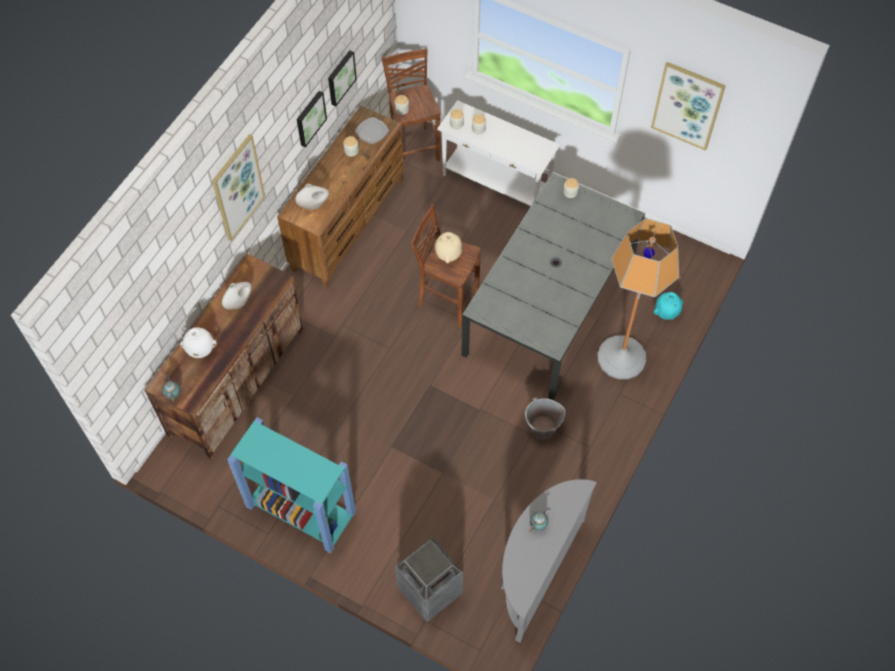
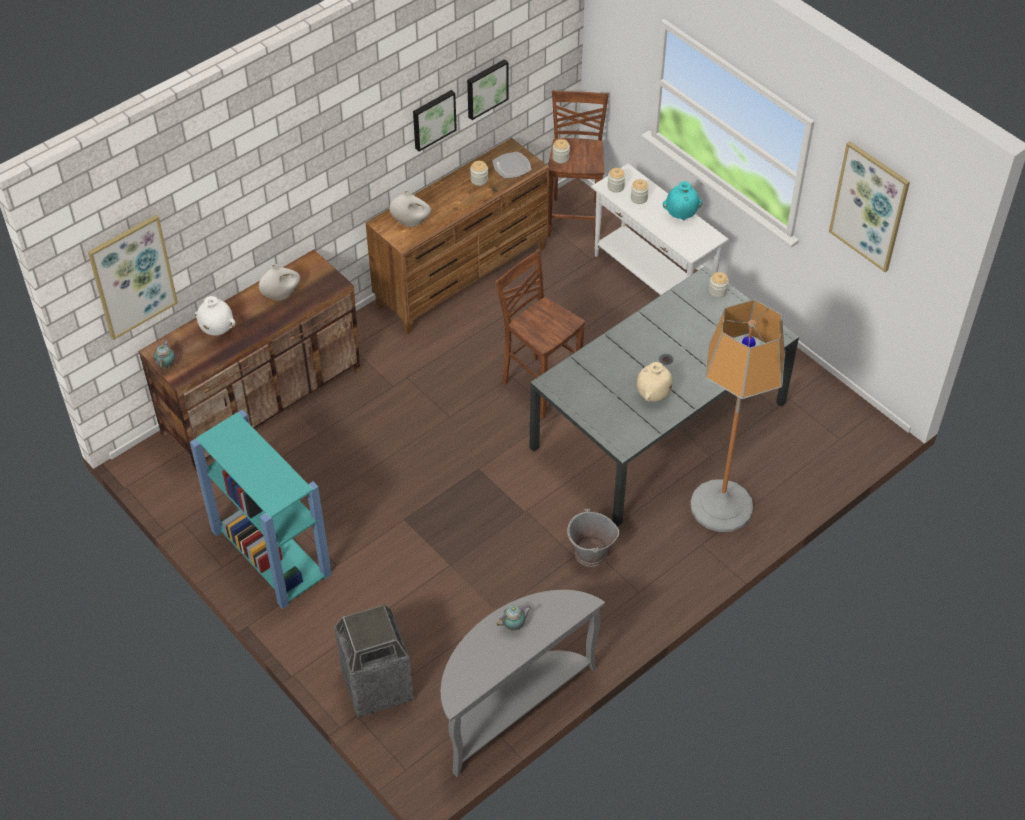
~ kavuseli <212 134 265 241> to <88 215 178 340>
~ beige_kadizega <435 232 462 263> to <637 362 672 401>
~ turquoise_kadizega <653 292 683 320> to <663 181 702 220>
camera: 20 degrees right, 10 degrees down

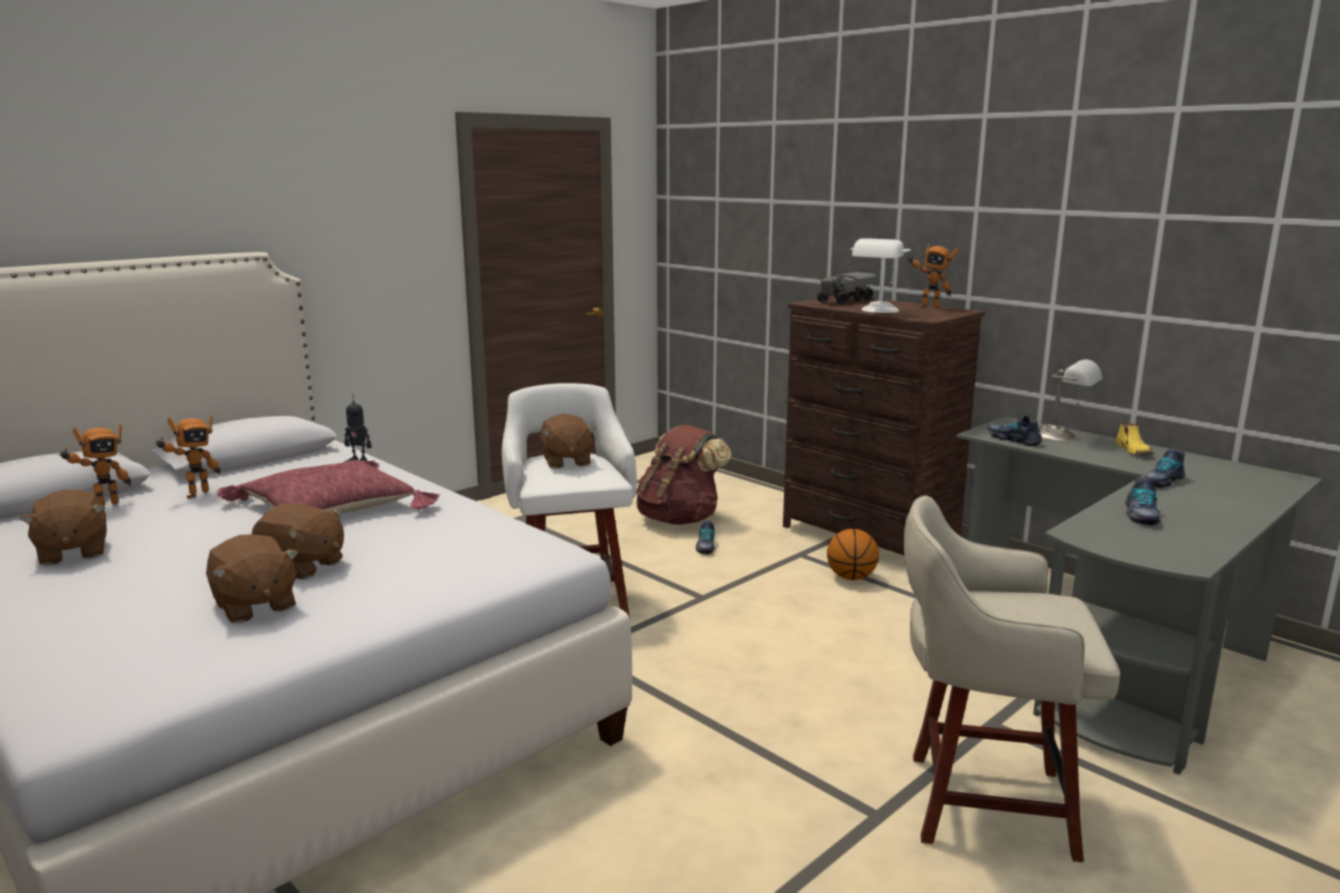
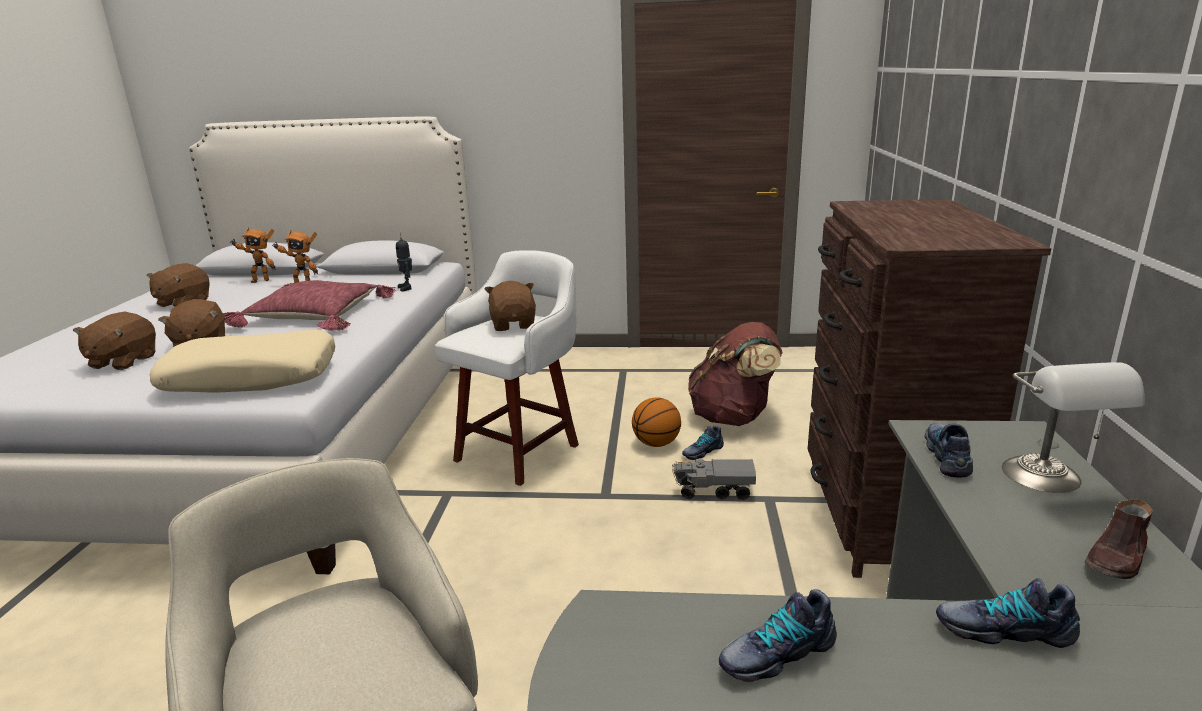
+ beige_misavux <150 330 335 393>
~ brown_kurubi <540 414 596 469> = <485 281 536 331> 135 degrees clockwise
~ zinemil <827 529 879 580> to <632 397 681 447>
~ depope <817 272 876 305> to <672 459 756 500>
~ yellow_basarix <1115 422 1153 455> to brown_basarix <1085 500 1153 579>
- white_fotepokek <850 238 911 313>
- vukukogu <907 244 960 308>
camera: 50 degrees right, 5 degrees up

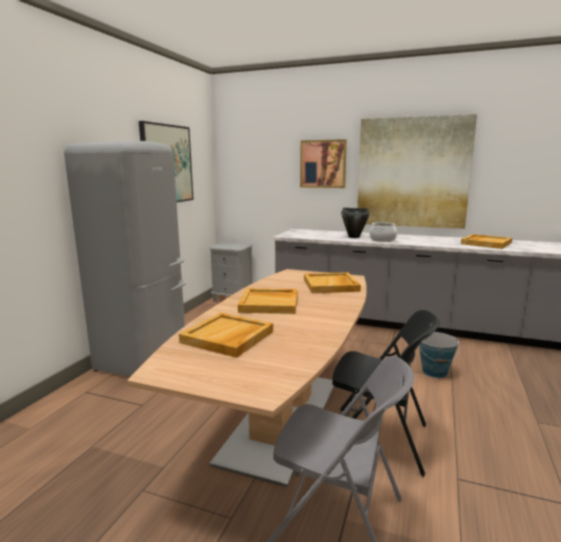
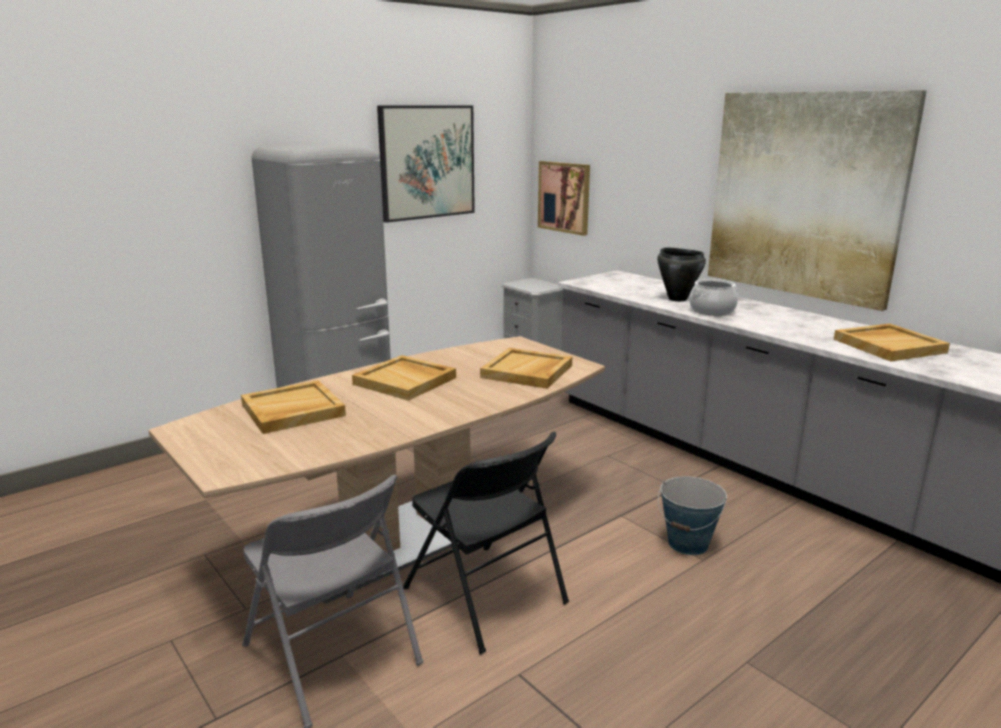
~ kavuseli <300 139 347 188> to <538 161 590 236>
camera: 30 degrees right, 5 degrees up

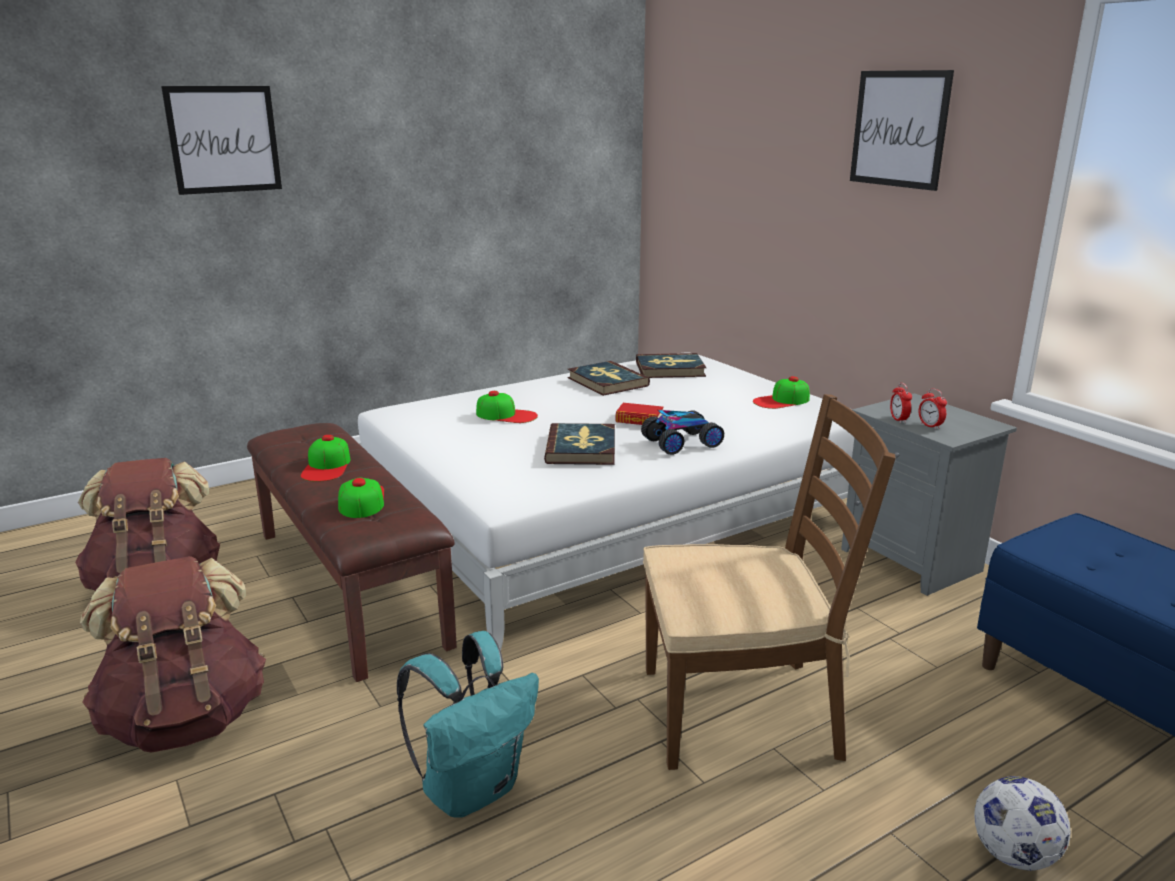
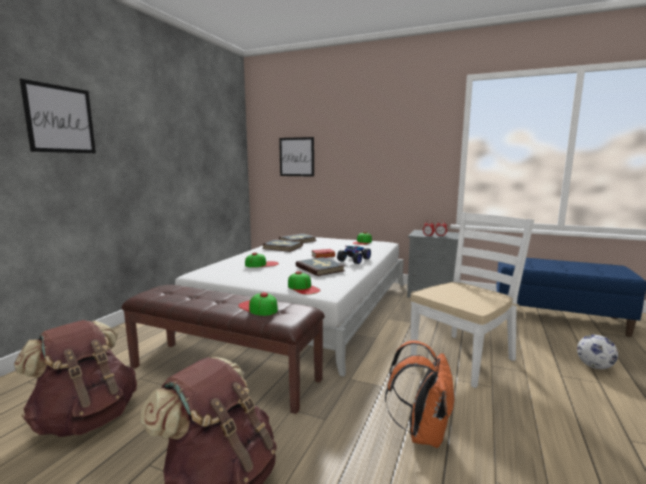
~ kavuseli <850 70 954 191> to <279 137 314 177>
~ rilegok <301 435 350 482> to <288 271 320 295>
~ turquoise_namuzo <397 631 539 817> to orange_namuzo <385 340 455 448>
~ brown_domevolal <643 394 896 770> to white_domevolal <410 212 534 388>
camera: 35 degrees left, 10 degrees down

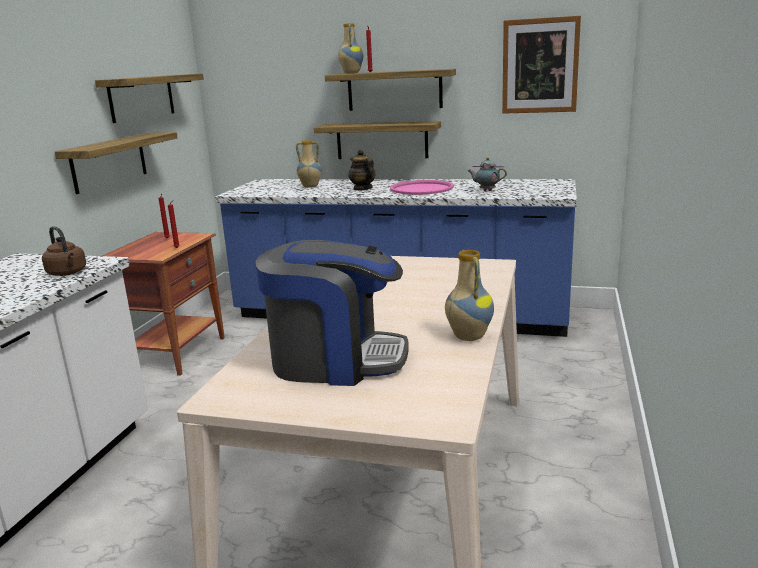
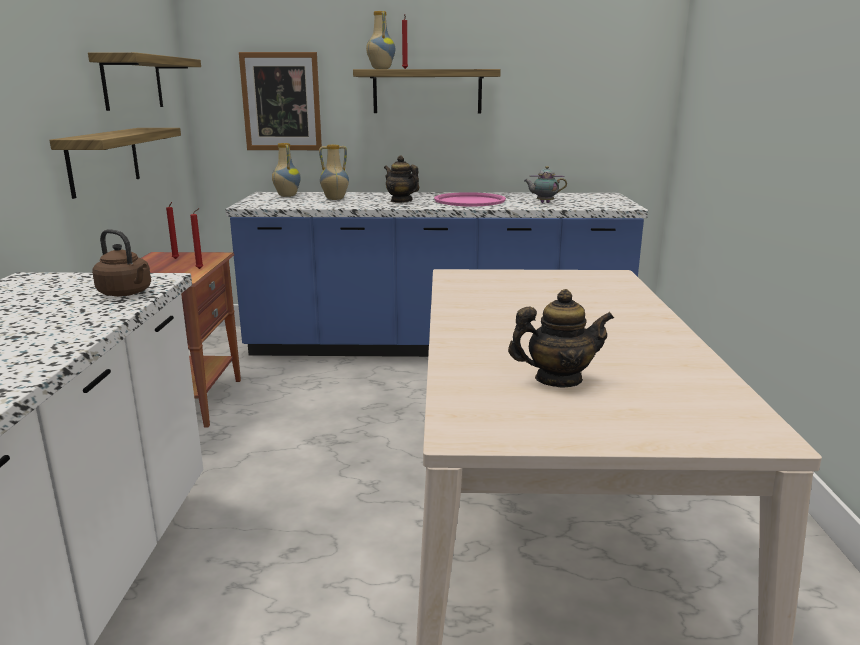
~ kavuseli <502 16 581 114> to <239 52 322 150>
~ kadizega <445 250 494 341> to <272 143 301 197>
~ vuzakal <255 240 409 386> to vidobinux <508 289 614 387>
- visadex <314 121 441 159>
camera: 15 degrees left, 0 degrees up

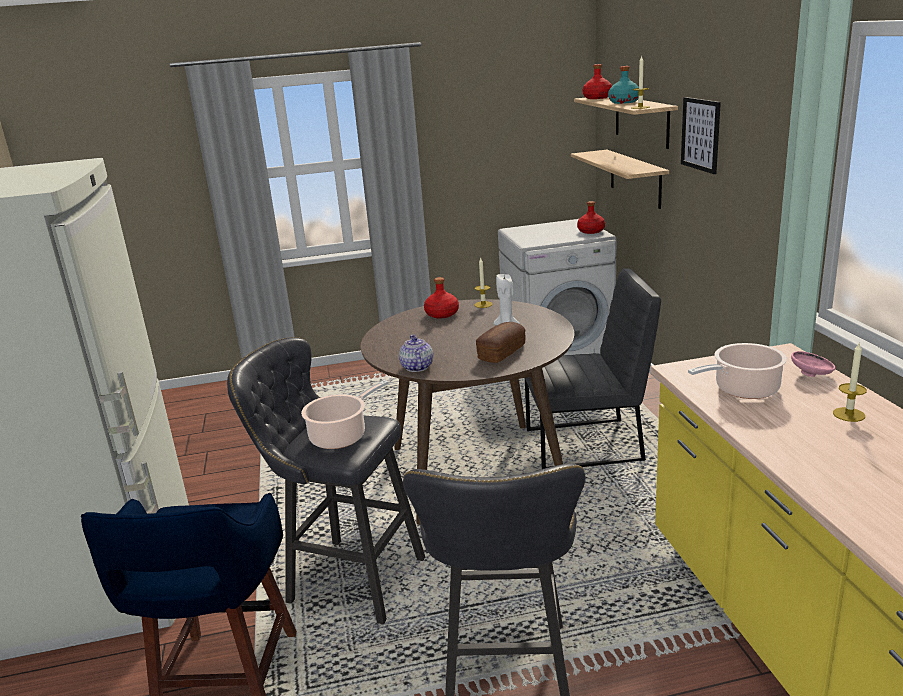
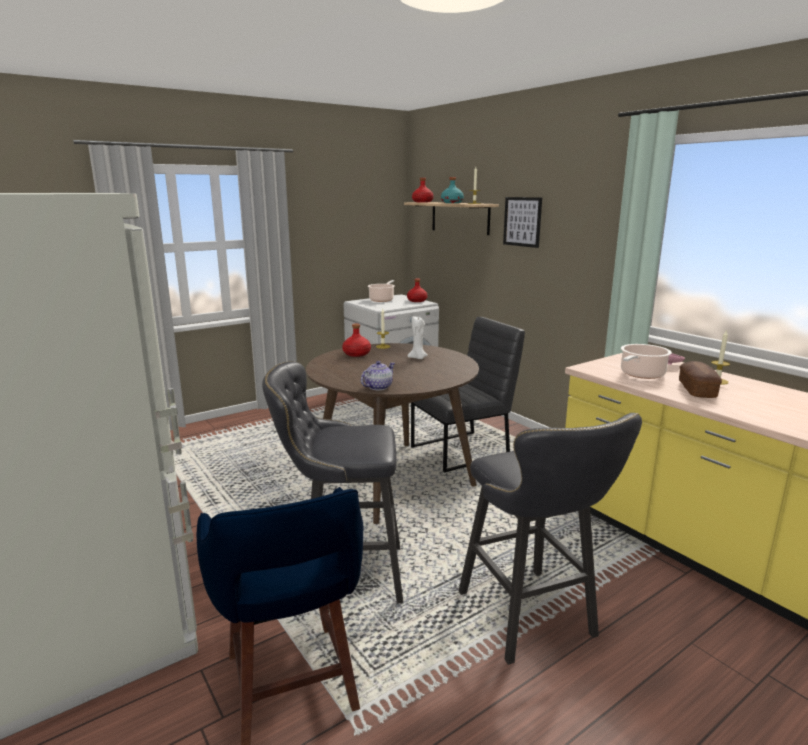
~ vidobinux <399 335 433 372> = <361 361 395 390> 75 degrees clockwise
~ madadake <301 380 389 449> to <368 280 395 302>
~ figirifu <476 322 526 363> to <679 361 722 398>
- visadex <571 150 669 209>
camera: 25 degrees left, 5 degrees down

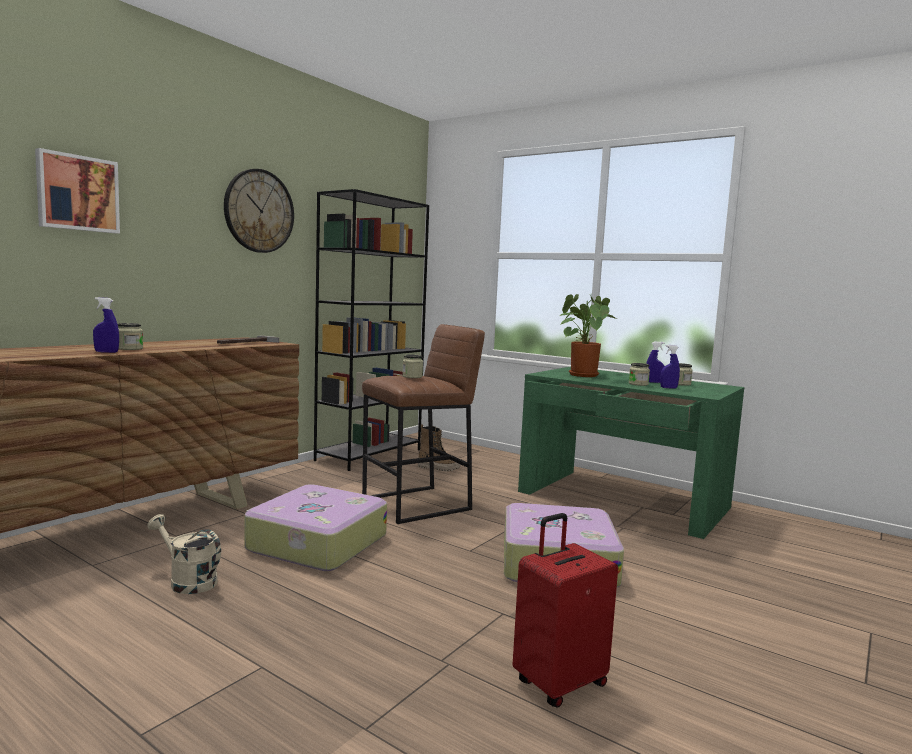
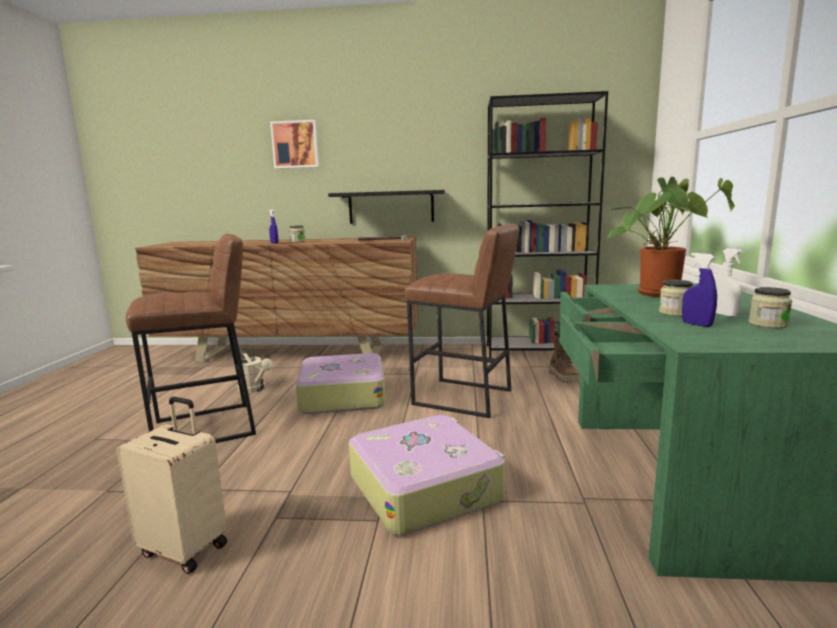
~ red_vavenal <513 513 618 708> to beige_vavenal <117 397 227 574>
+ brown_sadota <126 234 256 443>
~ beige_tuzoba <148 514 221 594> = <237 350 273 393> 135 degrees clockwise
+ black_visadex <328 190 445 224>
~ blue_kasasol <646 342 665 383> to white_kasasol <715 248 744 317>
- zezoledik <224 169 294 253>
- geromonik <402 354 423 378>
camera: 60 degrees right, 5 degrees up

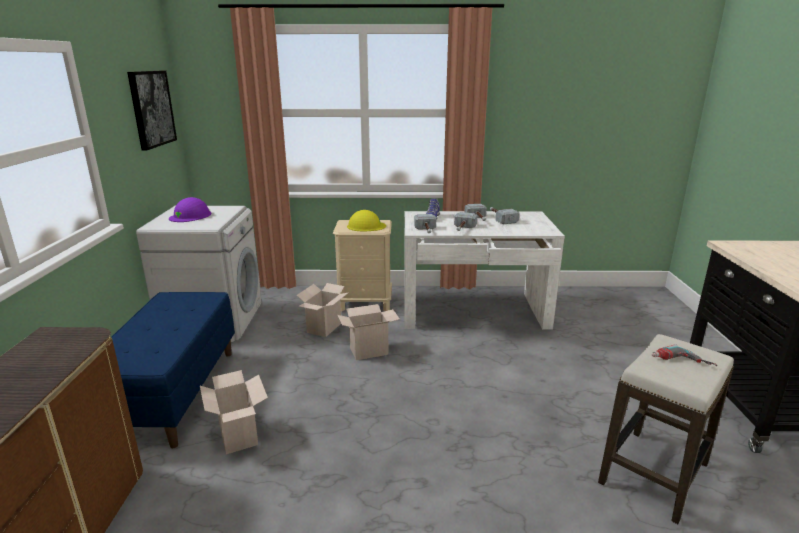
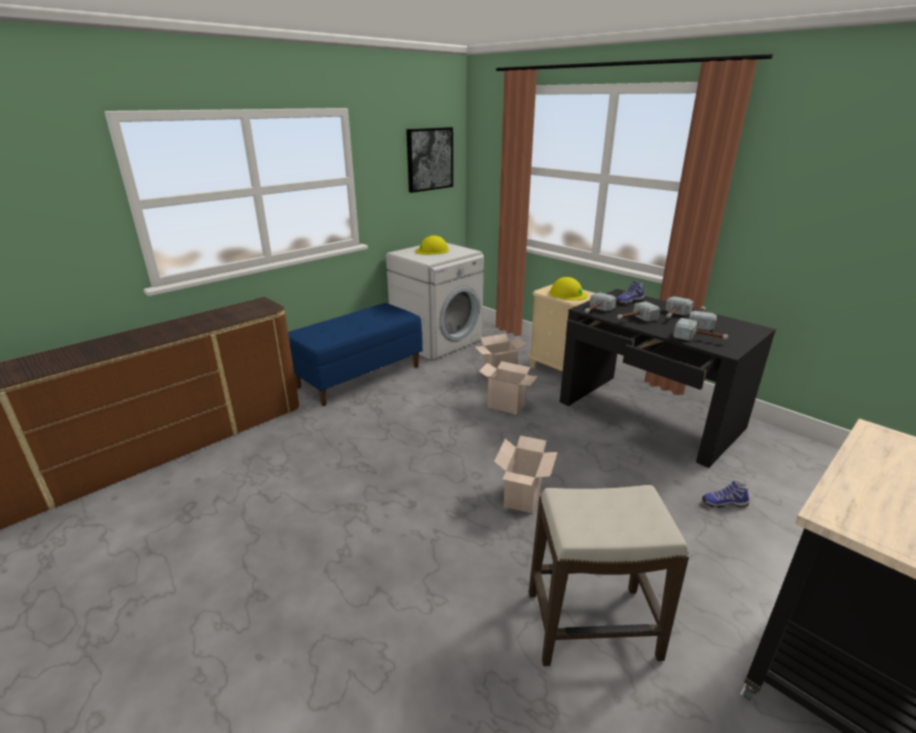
~ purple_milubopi <169 197 211 222> to yellow_milubopi <415 235 449 255>
~ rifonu <200 370 268 454> to <494 436 558 514>
~ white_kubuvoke <404 211 565 330> to black_kubuvoke <560 289 776 468>
+ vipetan <673 318 728 340>
+ basarix <702 481 749 508>
- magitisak <652 344 718 366>
camera: 45 degrees right, 5 degrees up

